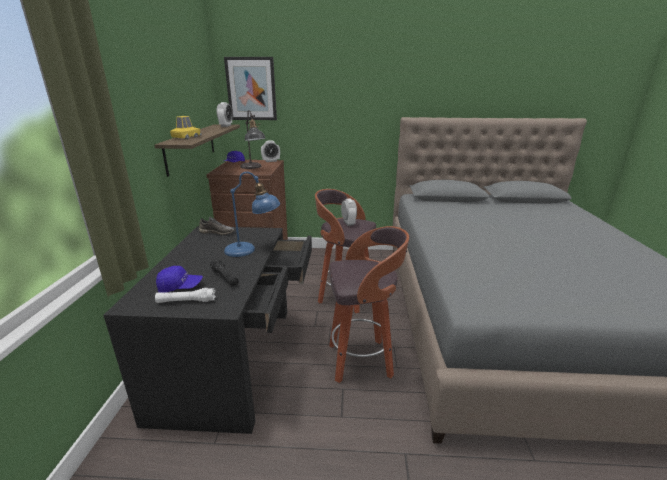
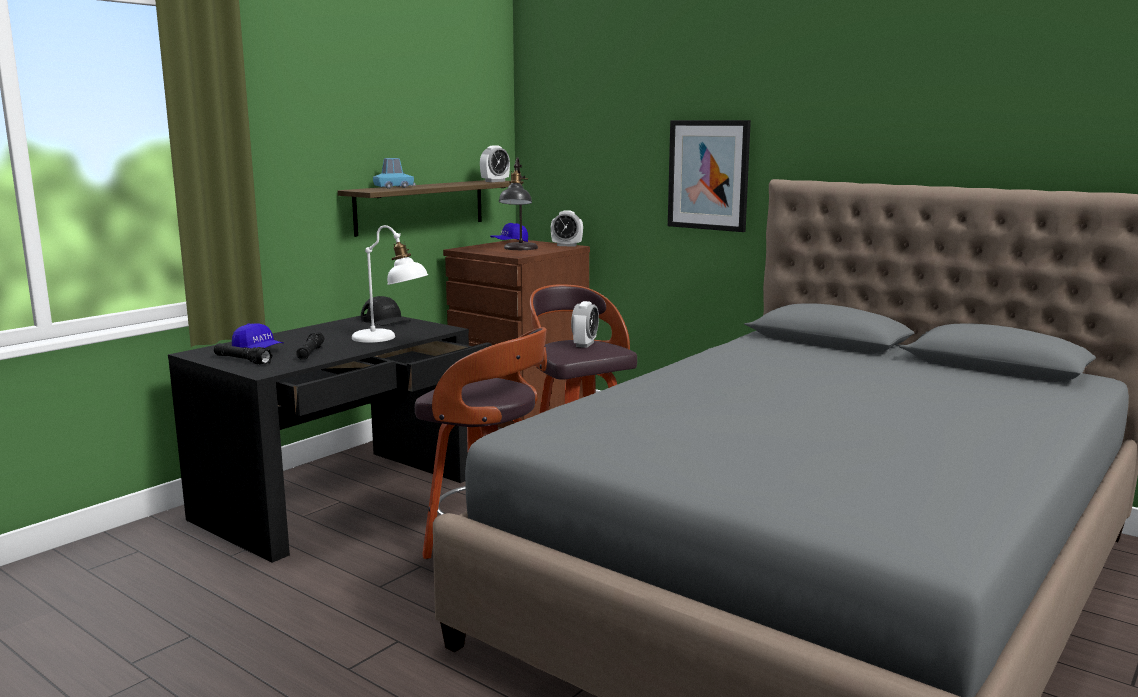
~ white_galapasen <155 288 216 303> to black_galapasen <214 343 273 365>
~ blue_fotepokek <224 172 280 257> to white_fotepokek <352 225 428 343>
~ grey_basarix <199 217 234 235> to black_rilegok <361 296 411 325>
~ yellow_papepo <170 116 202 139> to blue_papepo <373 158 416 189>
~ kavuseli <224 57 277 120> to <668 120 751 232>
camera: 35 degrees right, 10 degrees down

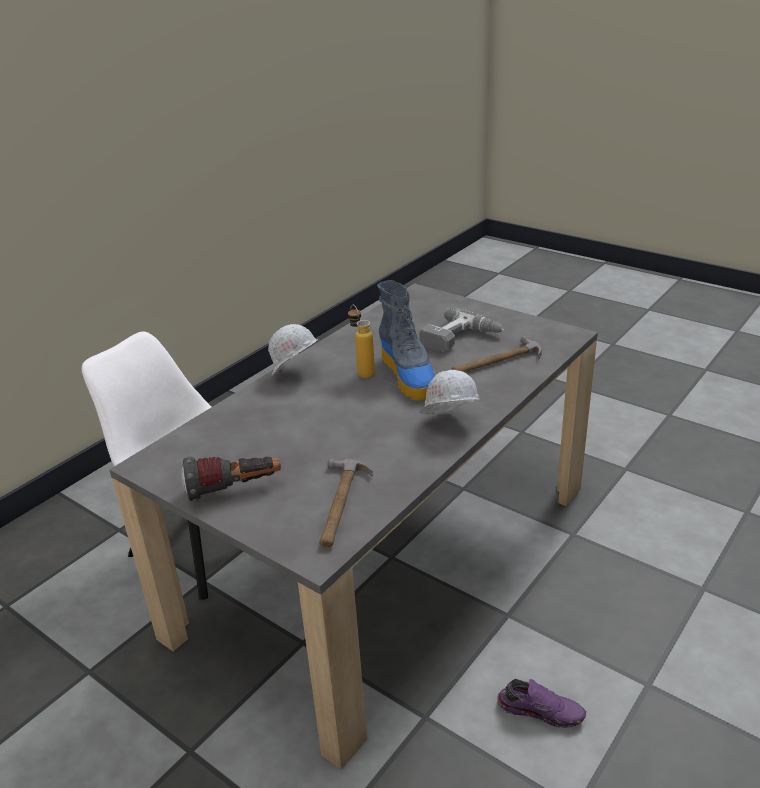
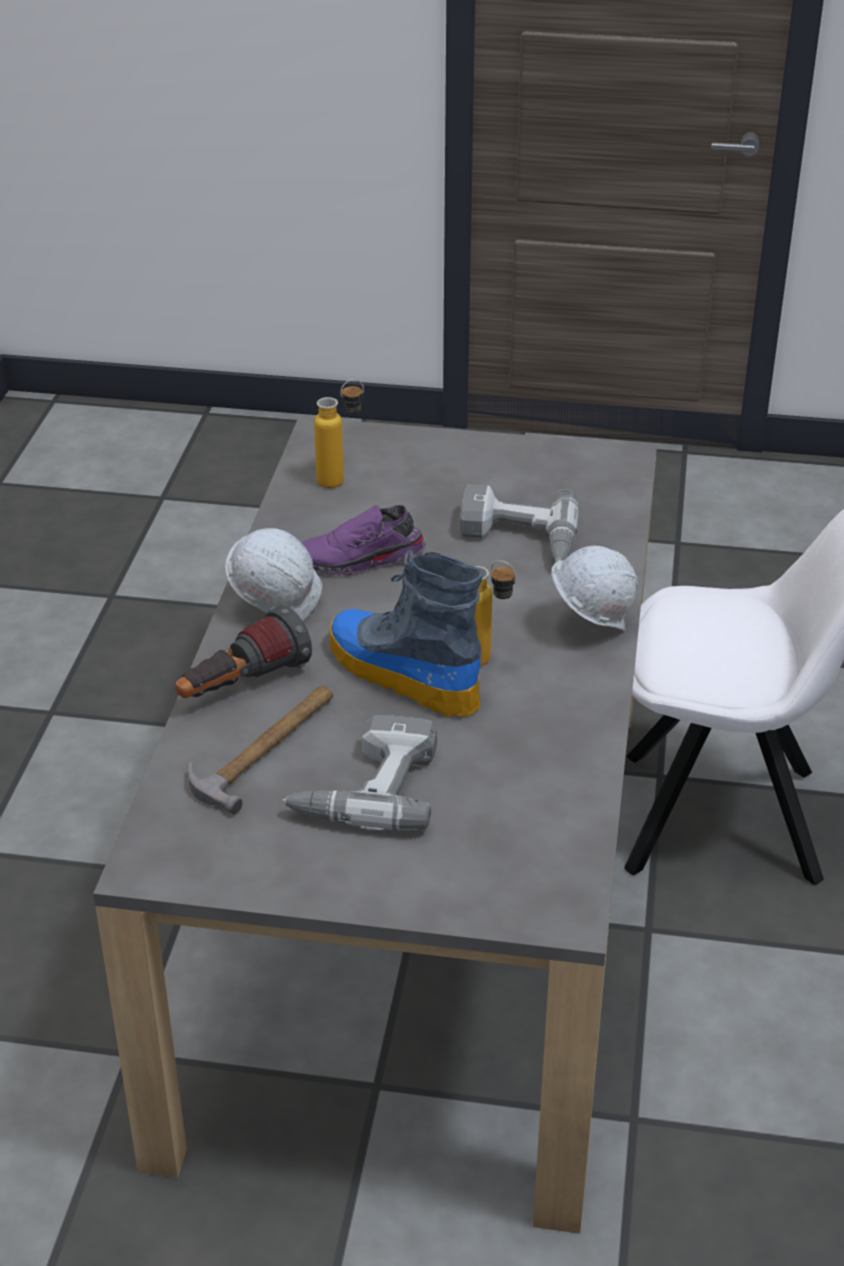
~ galapasen <181 456 281 501> to <175 605 312 698>
~ purple_basarix <497 679 586 728> to <302 505 426 576>
~ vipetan <319 458 373 547> to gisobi <314 380 364 488>
+ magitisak <460 484 579 562>
camera: 150 degrees right, 5 degrees up

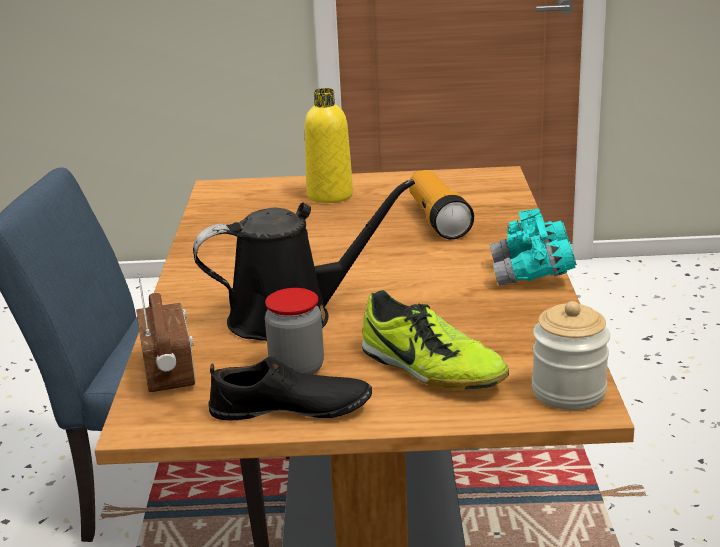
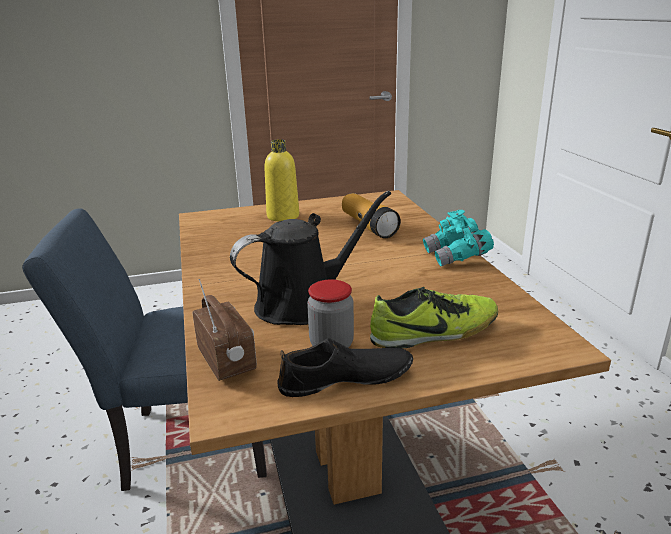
~ basarix <362 290 509 390> = <370 286 498 349> 45 degrees counterclockwise
- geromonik <532 301 610 410>
camera: 15 degrees left, 0 degrees up

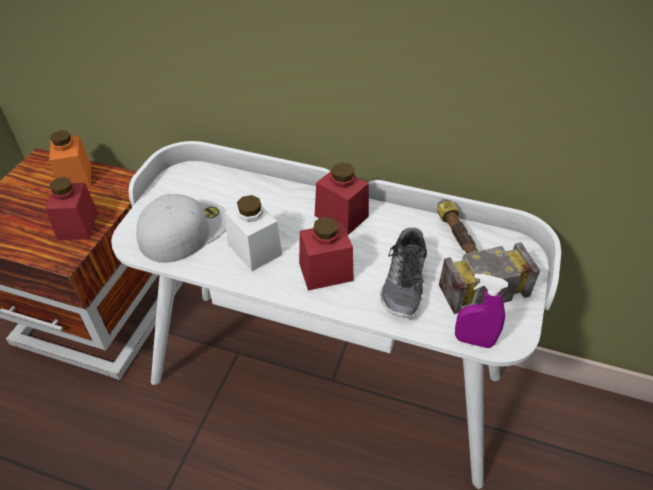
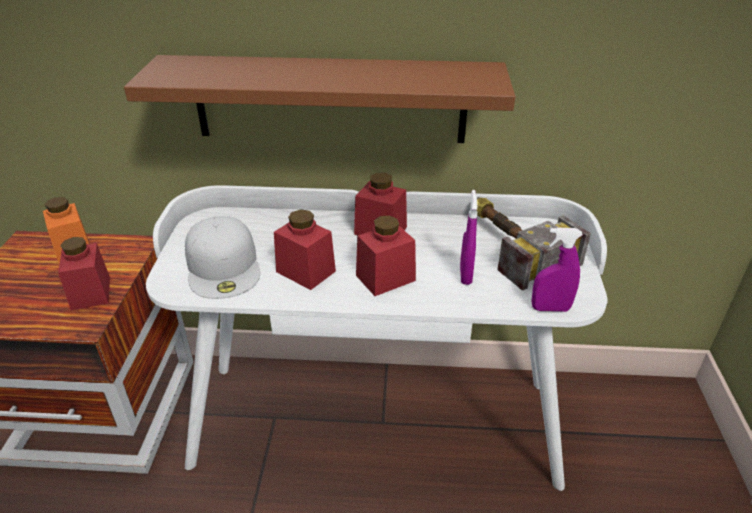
+ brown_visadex <124 55 515 143>
~ white_rilegok <136 194 226 263> = <185 216 260 299> 135 degrees clockwise
~ white_geromonik <225 195 282 271> to red_geromonik <274 209 336 290>
~ basarix <380 228 427 318> to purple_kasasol <460 190 477 285>
camera: 15 degrees left, 10 degrees down

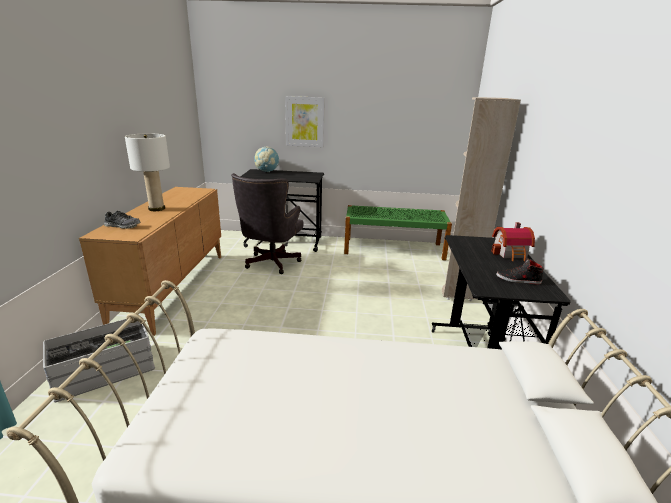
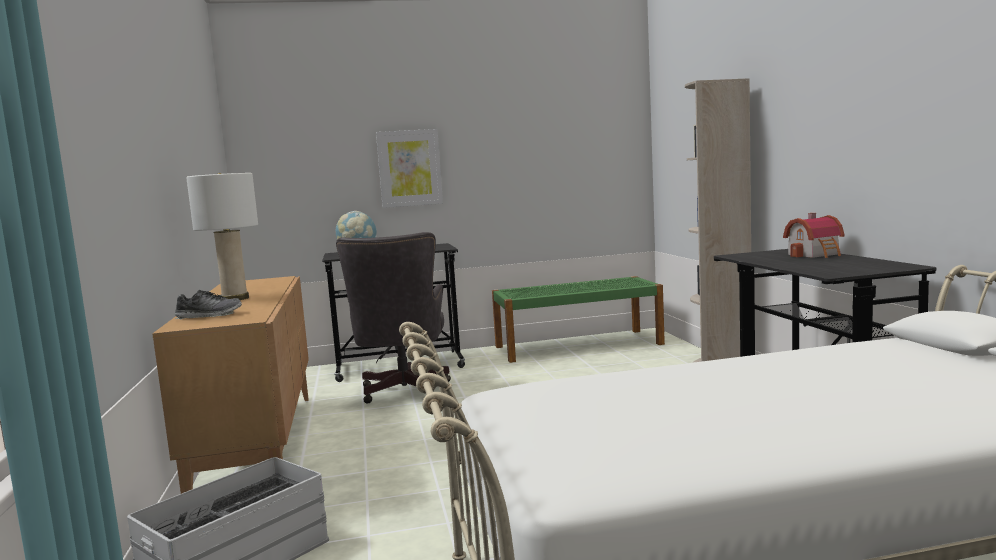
- black_basarix <496 258 544 284>
camera: 15 degrees left, 15 degrees down

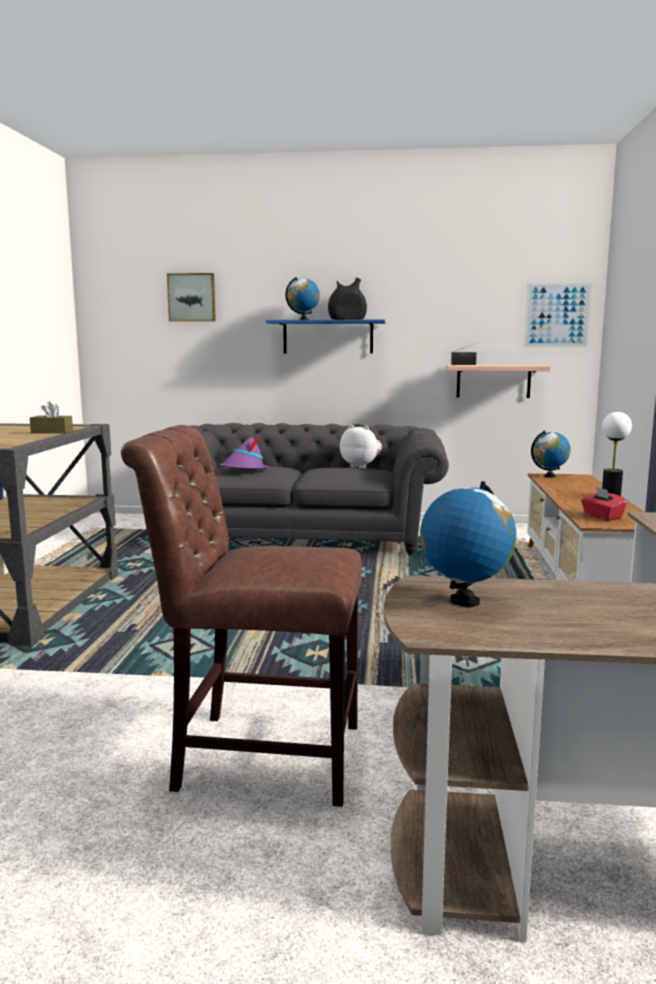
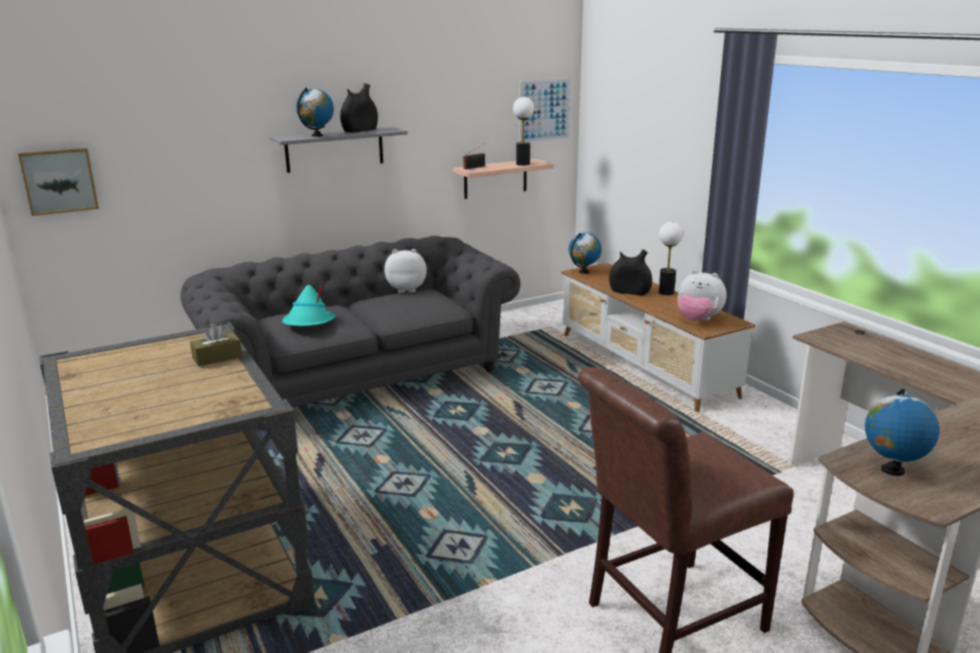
~ kavuseli <167 273 216 322> to <18 148 99 216>
~ blue_visadex <266 319 385 354> to grey_visadex <270 127 408 173>
~ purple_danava <219 435 270 469> to turquoise_danava <282 284 336 326>
+ fotepokek <513 97 534 166>
+ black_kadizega <609 250 652 295>
~ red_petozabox <581 487 627 521> to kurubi <677 270 726 321>
camera: 35 degrees left, 10 degrees up

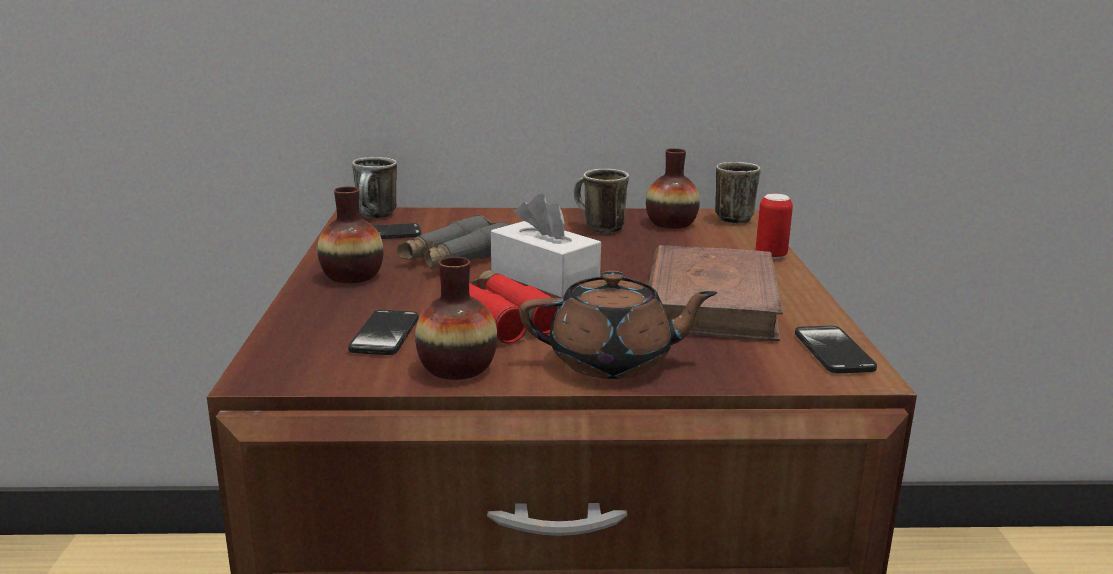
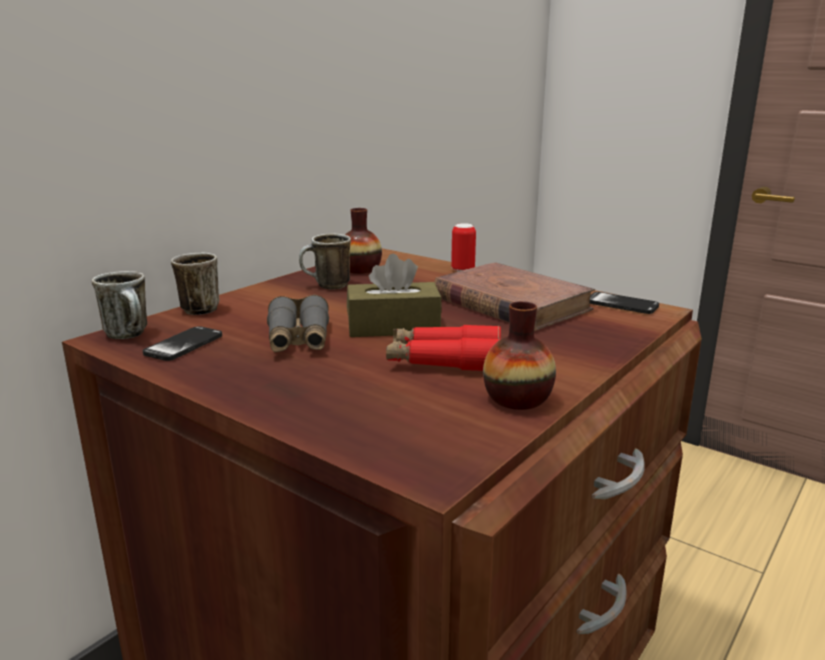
~ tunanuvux <715 162 761 223> to <171 253 220 315>
~ white_petozabox <491 194 601 298> to brown_petozabox <347 254 442 337>
- kadizega <317 187 384 283>
- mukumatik <348 310 419 355>
- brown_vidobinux <519 271 717 379>
camera: 50 degrees left, 0 degrees up

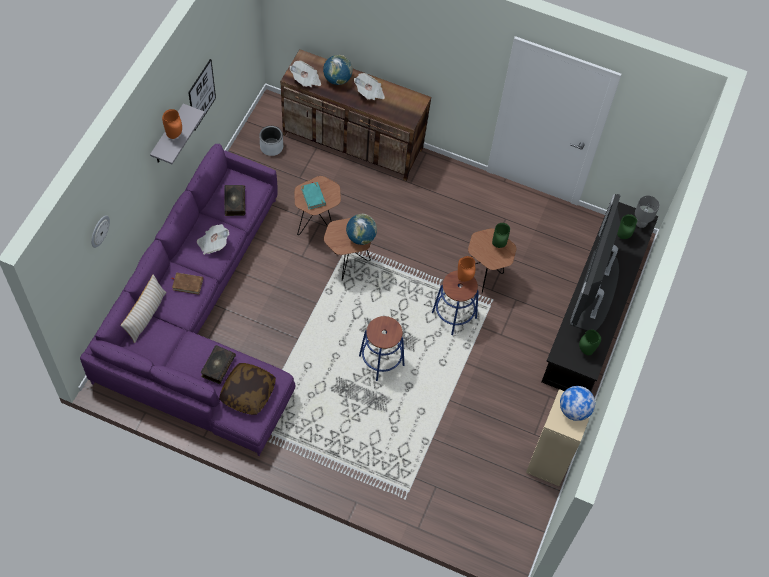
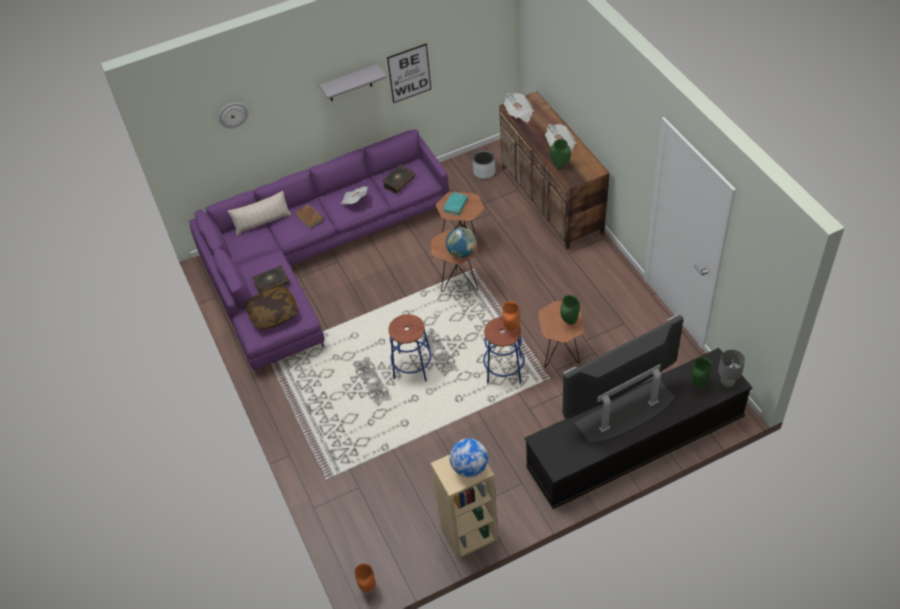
~ orange_kadizega <162 109 182 139> to <355 563 376 592>
~ green_kadizega <579 330 601 355> to <550 139 571 169>
- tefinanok <323 55 353 85>
camera: 50 degrees right, 10 degrees down

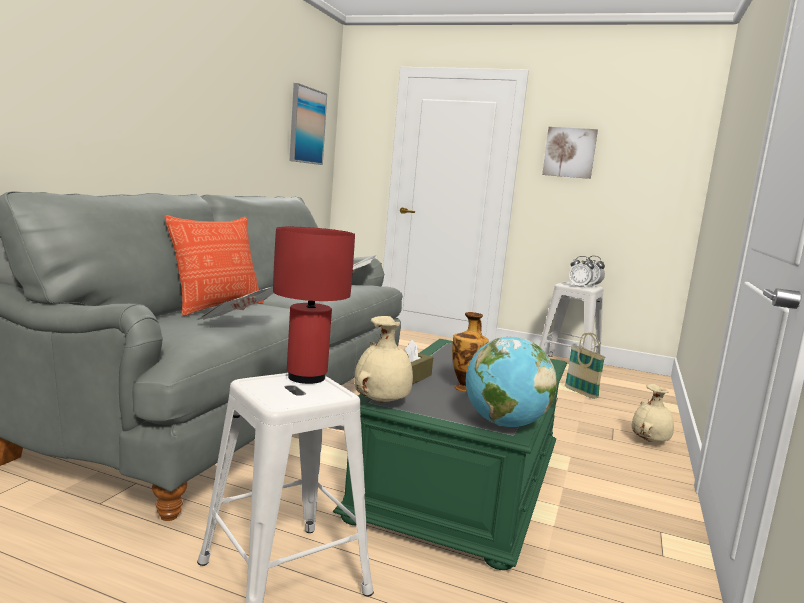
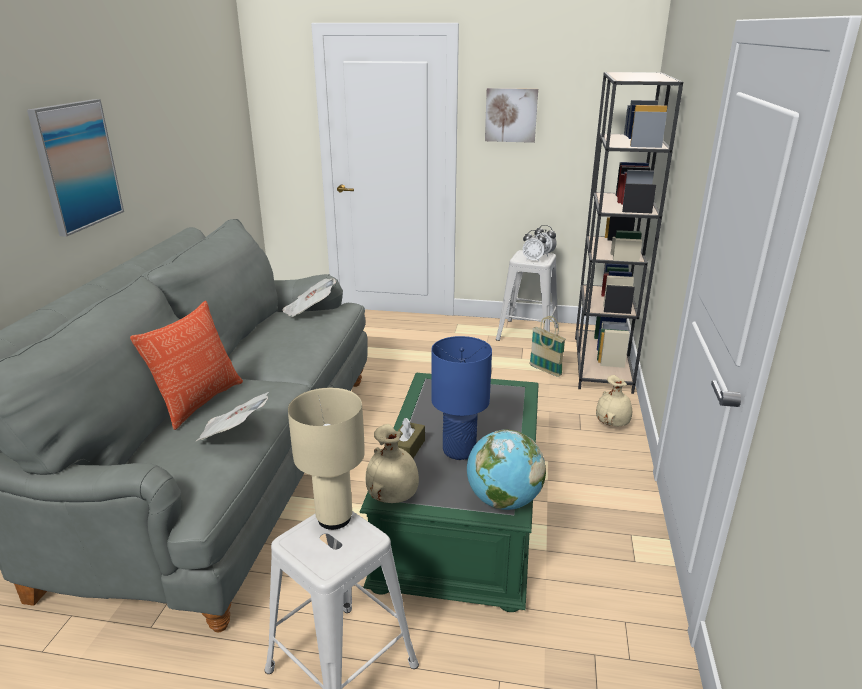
~ kavuseli <289 83 327 165> to <27 99 124 237>
~ red_fotepokek <273 227 355 384> to beige_fotepokek <288 388 365 530>
~ kadizega <452 312 489 392> to blue_fotepokek <431 336 492 460>
+ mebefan <575 72 683 394>
camera: 10 degrees left, 15 degrees up

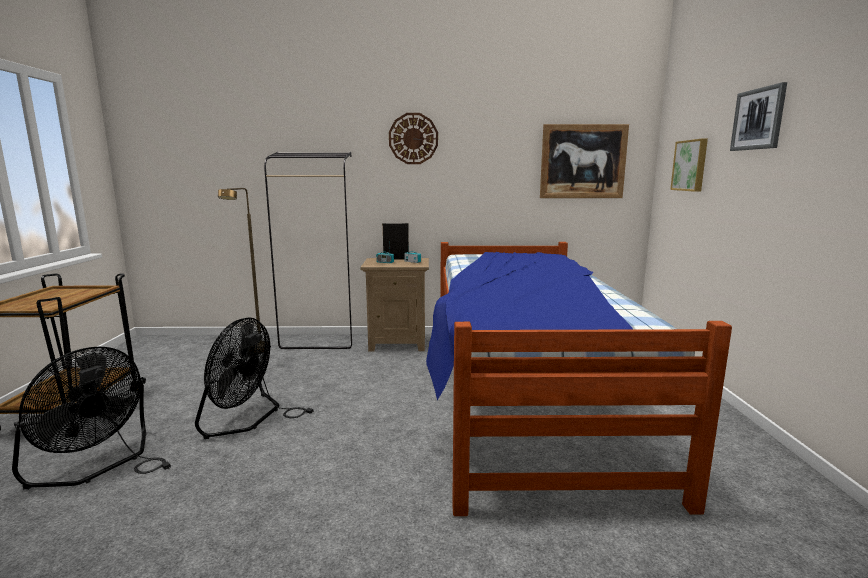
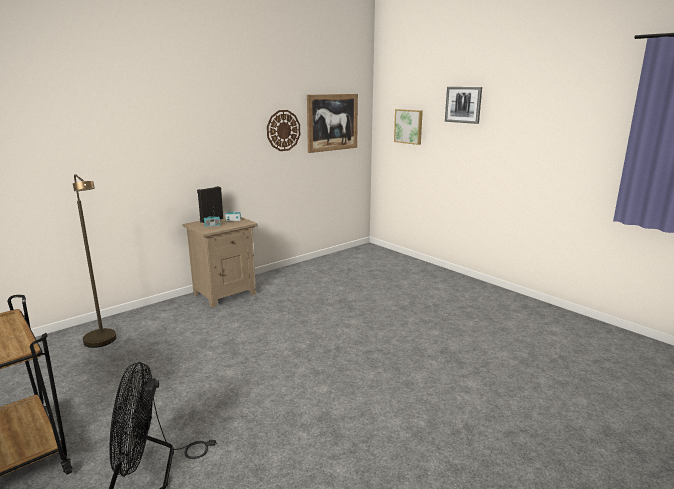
~ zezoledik <389 113 438 164> to <267 110 300 151>
- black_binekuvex <195 317 314 440>
- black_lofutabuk <264 152 352 349>
- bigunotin <426 242 732 516>
camera: 40 degrees left, 5 degrees up

